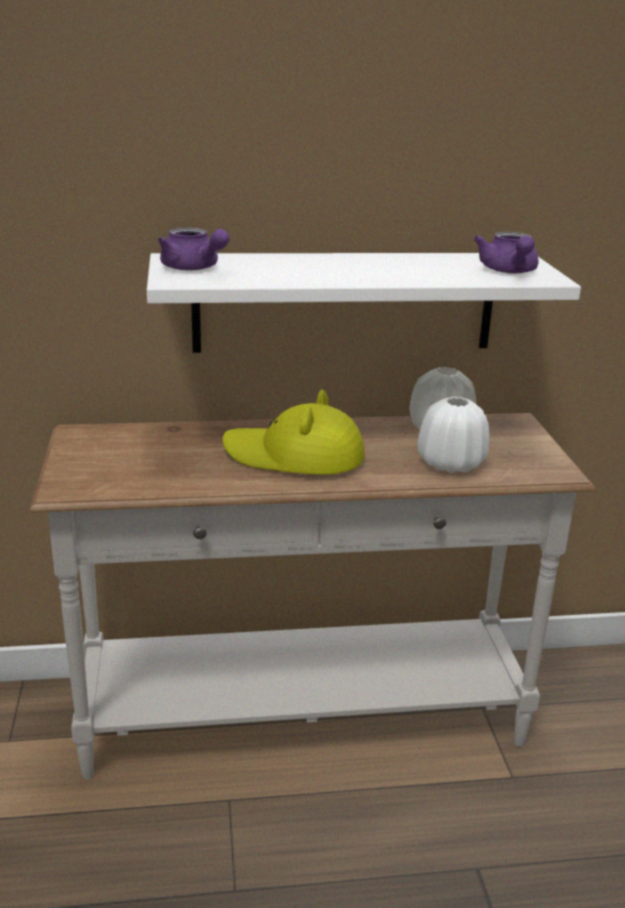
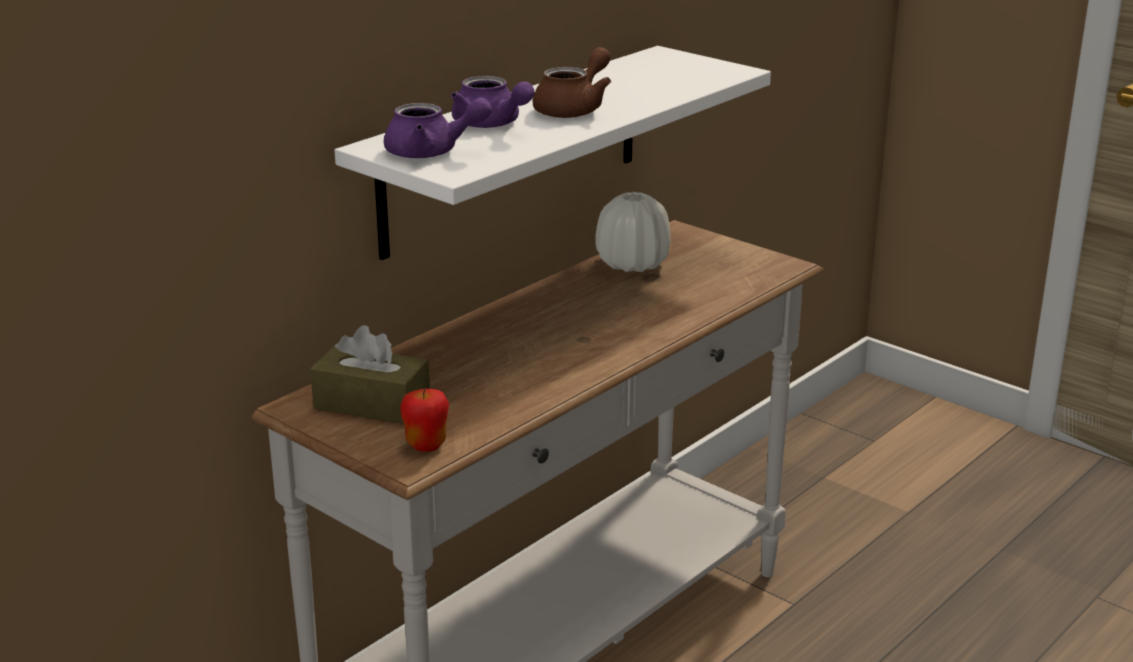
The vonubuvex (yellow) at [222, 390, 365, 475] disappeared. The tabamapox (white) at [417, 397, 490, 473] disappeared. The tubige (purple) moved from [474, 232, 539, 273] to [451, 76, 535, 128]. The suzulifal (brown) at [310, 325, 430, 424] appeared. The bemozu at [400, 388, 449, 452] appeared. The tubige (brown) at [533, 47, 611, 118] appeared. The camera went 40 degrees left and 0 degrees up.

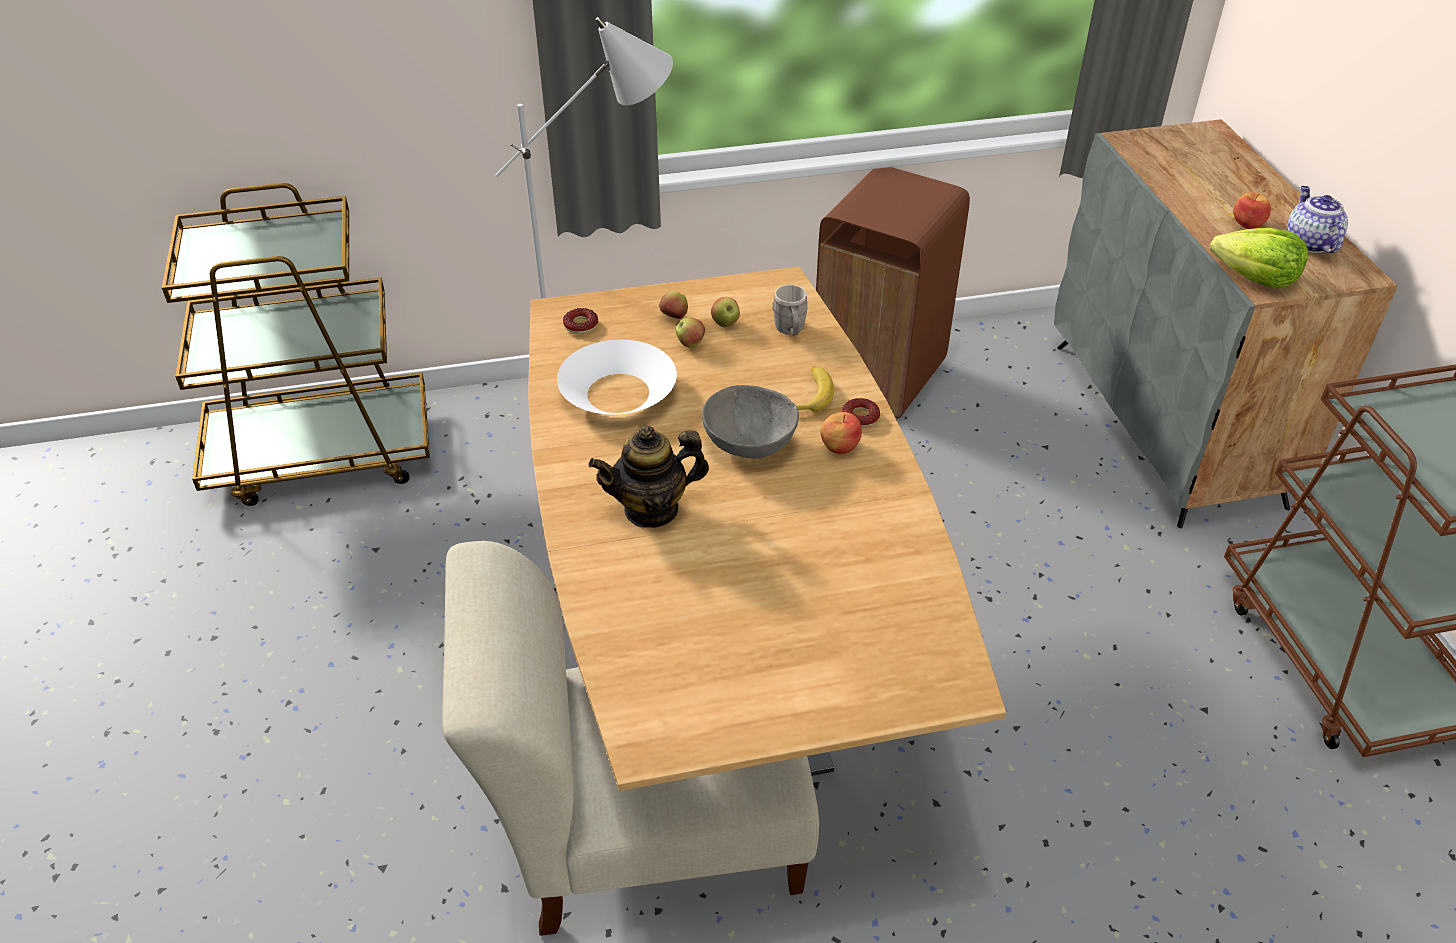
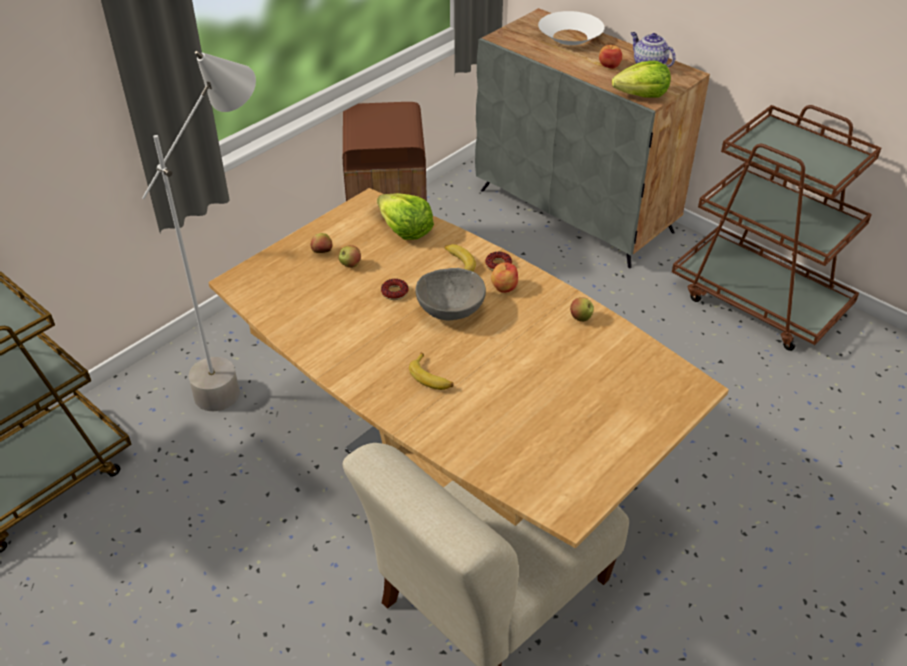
The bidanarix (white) moved from [557, 340, 677, 415] to [538, 11, 604, 45]. The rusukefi moved from [563, 308, 598, 334] to [381, 279, 409, 300]. The tubige at [588, 426, 709, 528] was replaced by the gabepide at [409, 353, 454, 390]. The bemozu moved from [711, 297, 740, 327] to [570, 297, 594, 322]. The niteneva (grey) at [772, 285, 807, 335] was replaced by the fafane at [377, 193, 434, 240]. The camera went 35 degrees left and 0 degrees up.

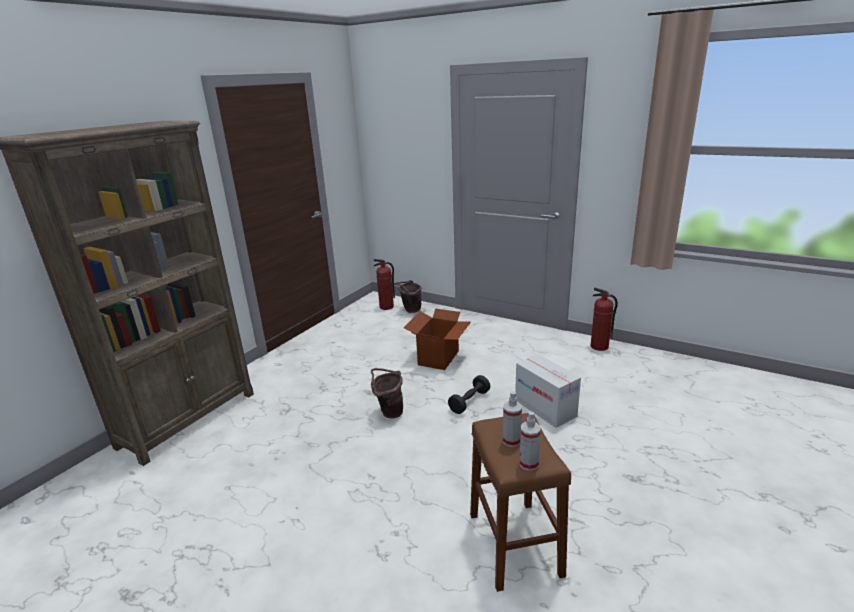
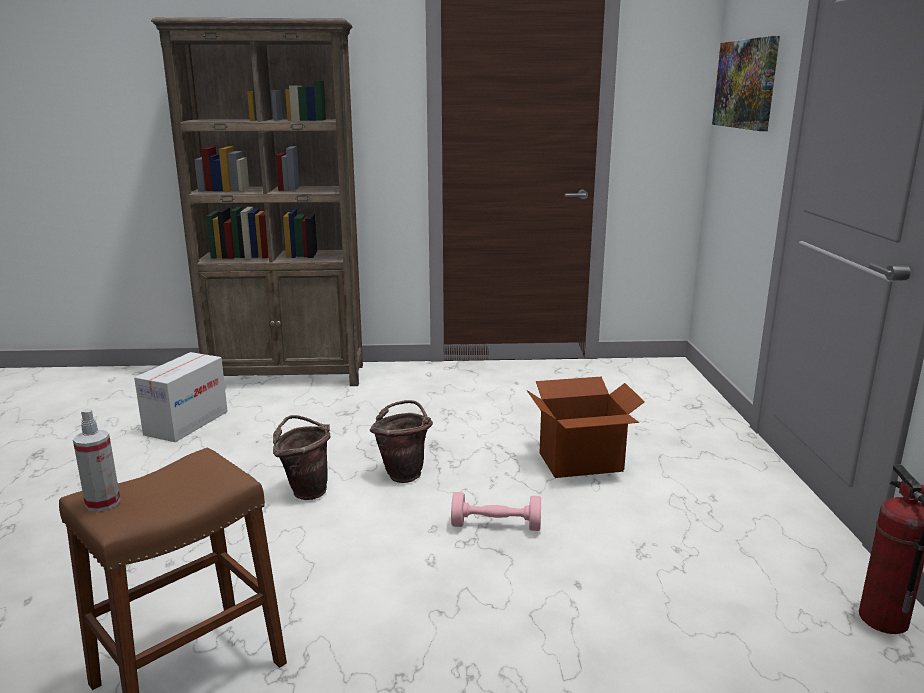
The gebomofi at [373, 259, 395, 310] disappeared. The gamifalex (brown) moved from [394, 280, 422, 313] to [273, 415, 330, 500]. The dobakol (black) at [448, 375, 490, 414] became the dobakol (pink) at [451, 492, 541, 531]. The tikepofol at [503, 391, 522, 447] disappeared. The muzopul moved from [515, 354, 581, 428] to [134, 352, 228, 442]. The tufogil at [712, 36, 780, 131] appeared. The camera went 55 degrees right and 5 degrees down.

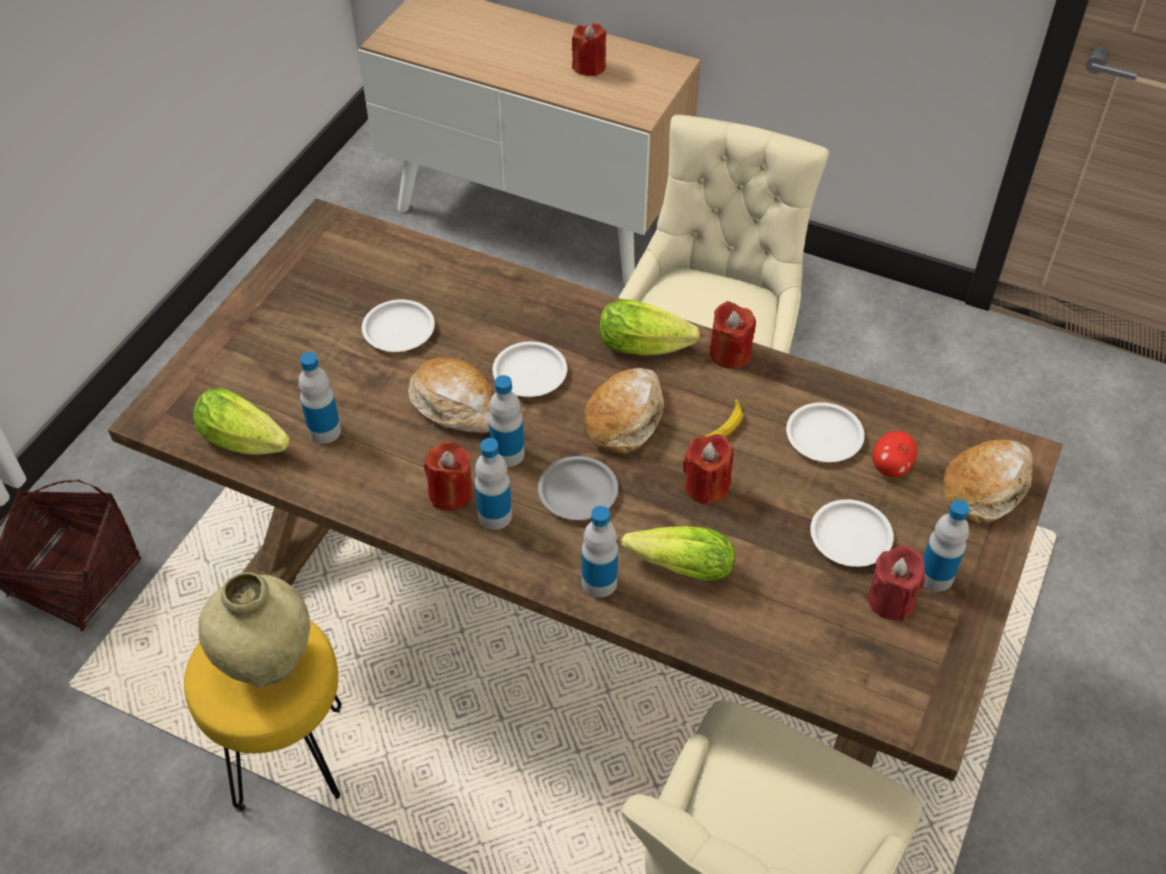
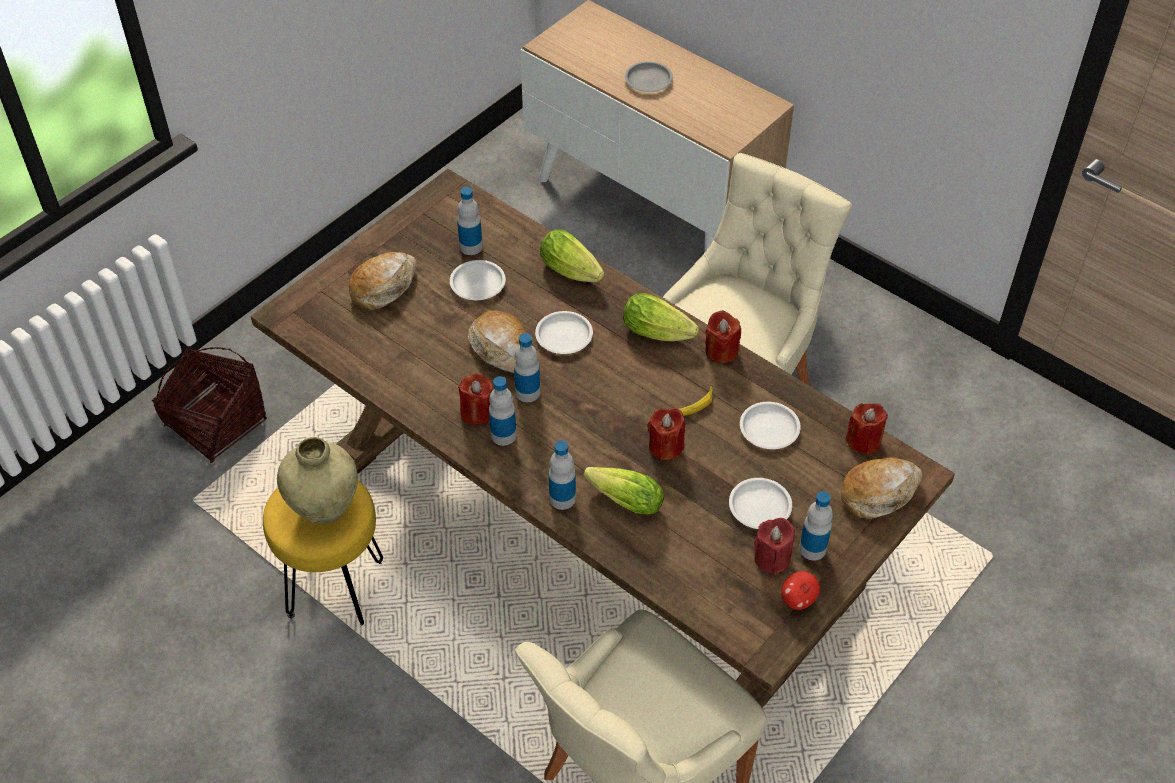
The fafane moved from [193, 388, 290, 455] to [540, 229, 604, 282]. The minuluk moved from [298, 352, 341, 444] to [457, 187, 483, 255]. The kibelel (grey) moved from [538, 456, 618, 520] to [625, 61, 673, 92]. The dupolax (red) moved from [572, 23, 606, 76] to [845, 403, 888, 455]. The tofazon moved from [584, 368, 664, 455] to [349, 252, 417, 310]. The bemozu moved from [872, 431, 917, 478] to [781, 571, 820, 610]. The camera went 15 degrees right and 0 degrees up.

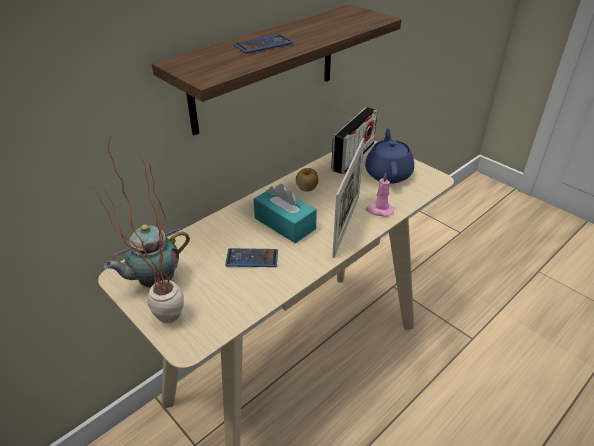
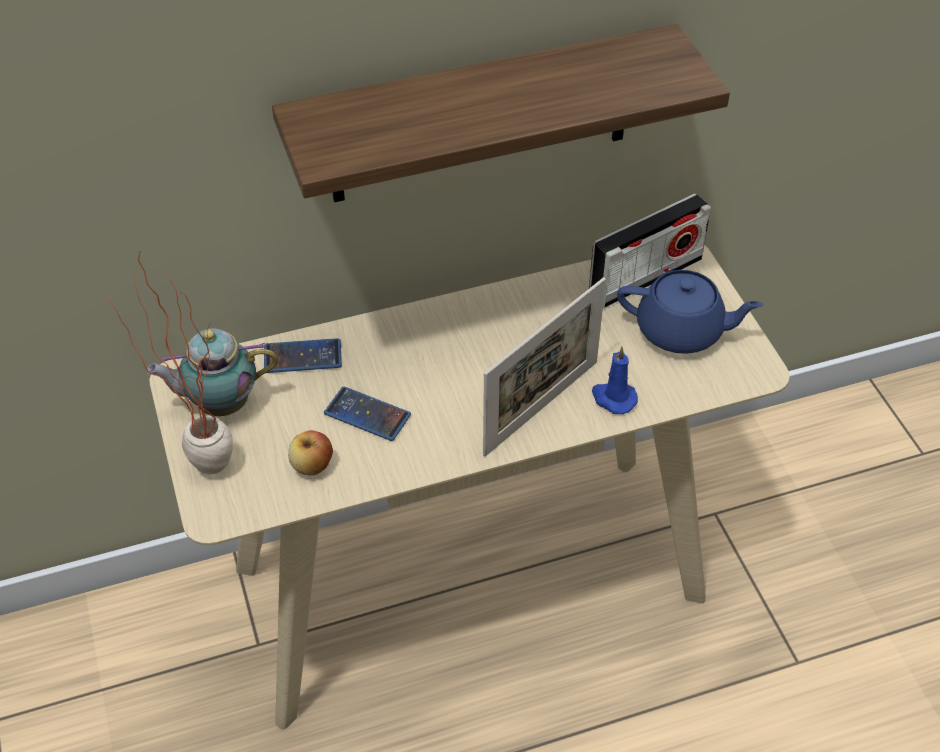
The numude moved from [233, 34, 293, 53] to [264, 338, 342, 373]. The suzulifal (turquoise) at [253, 184, 317, 243] disappeared. The bemozu moved from [296, 168, 318, 192] to [288, 430, 333, 476]. The tubige (blue) at [365, 128, 414, 184] turned 75 degrees clockwise. The dupolax (pink) at [366, 173, 394, 217] became the dupolax (blue) at [592, 346, 638, 414]. The camera went 25 degrees right and 10 degrees up.

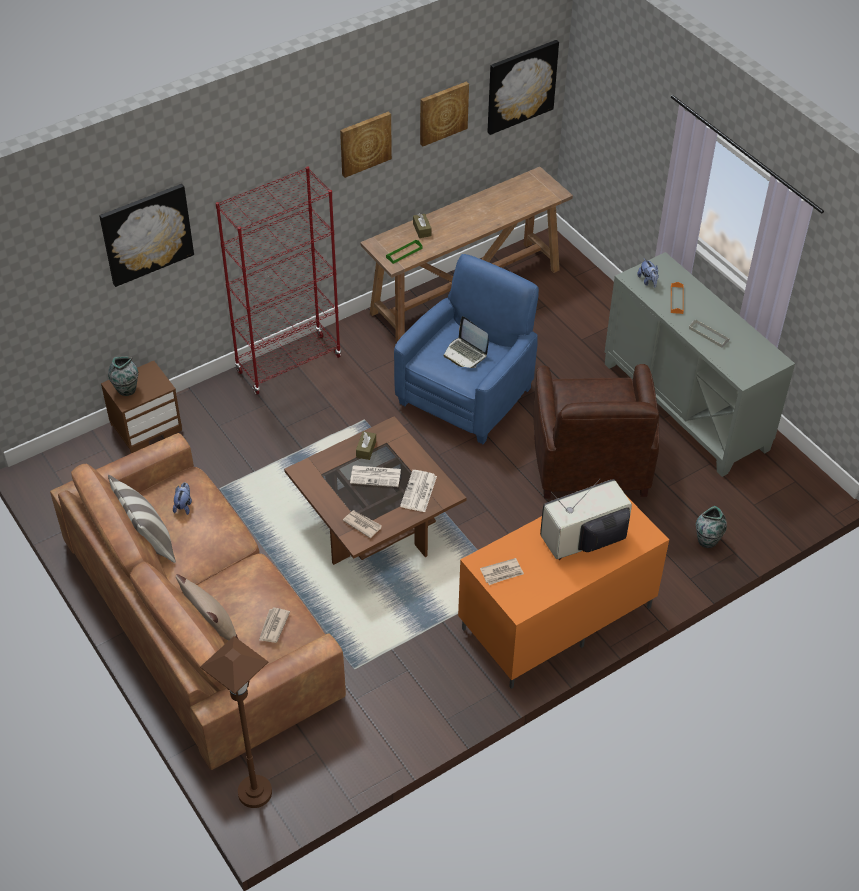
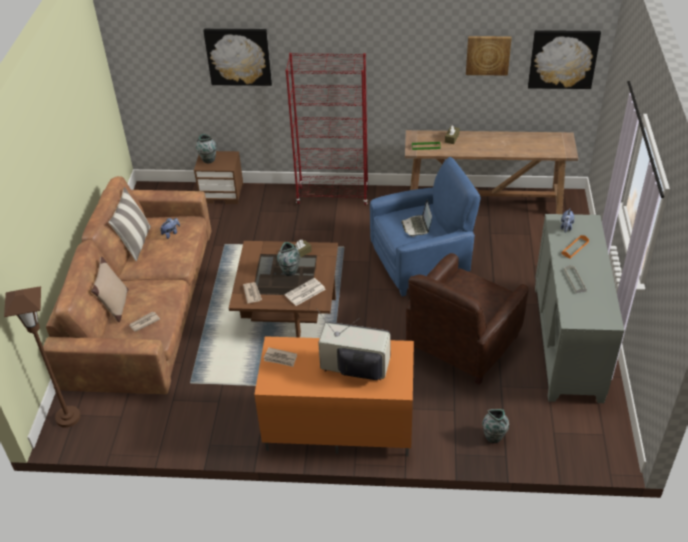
The tufogil at [340, 111, 392, 178] disappeared. The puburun at [350, 465, 401, 487] was replaced by the tabamapox at [277, 242, 300, 276]. The camera went 40 degrees right and 5 degrees down.

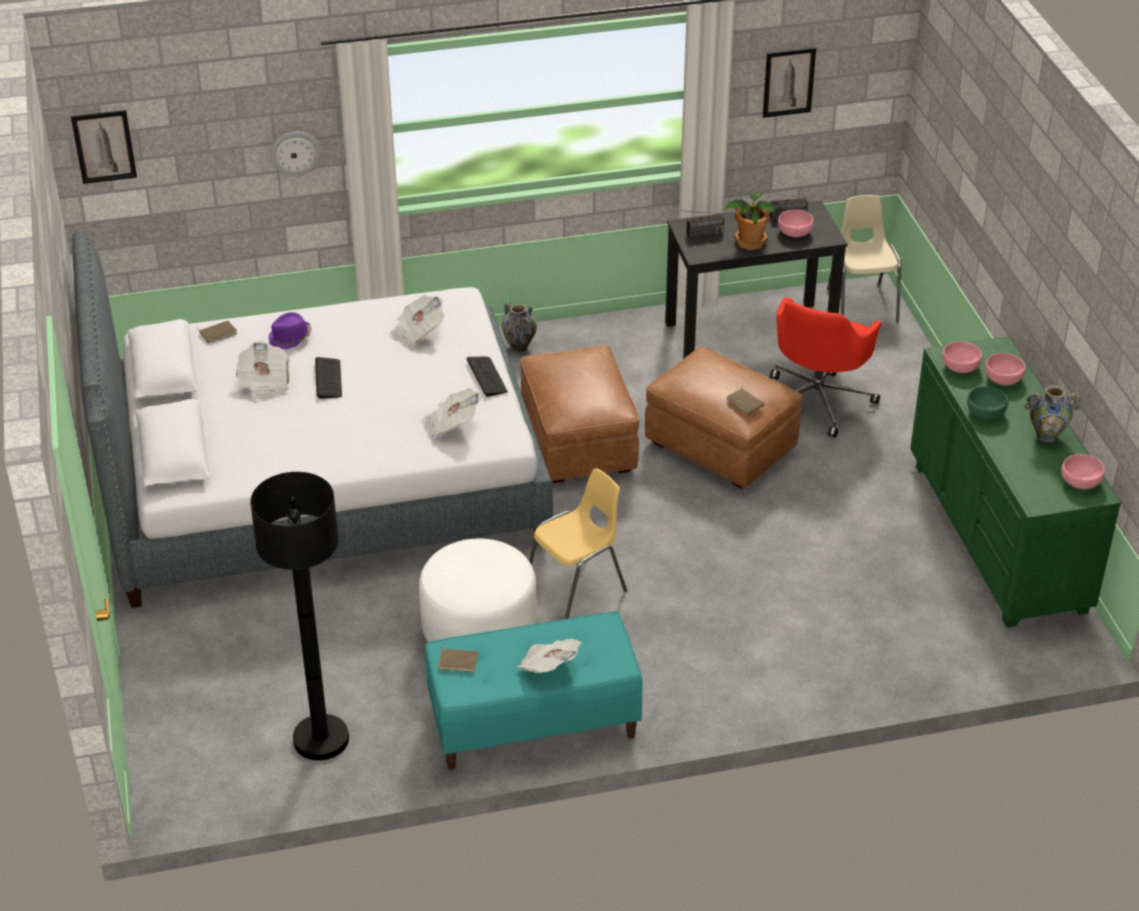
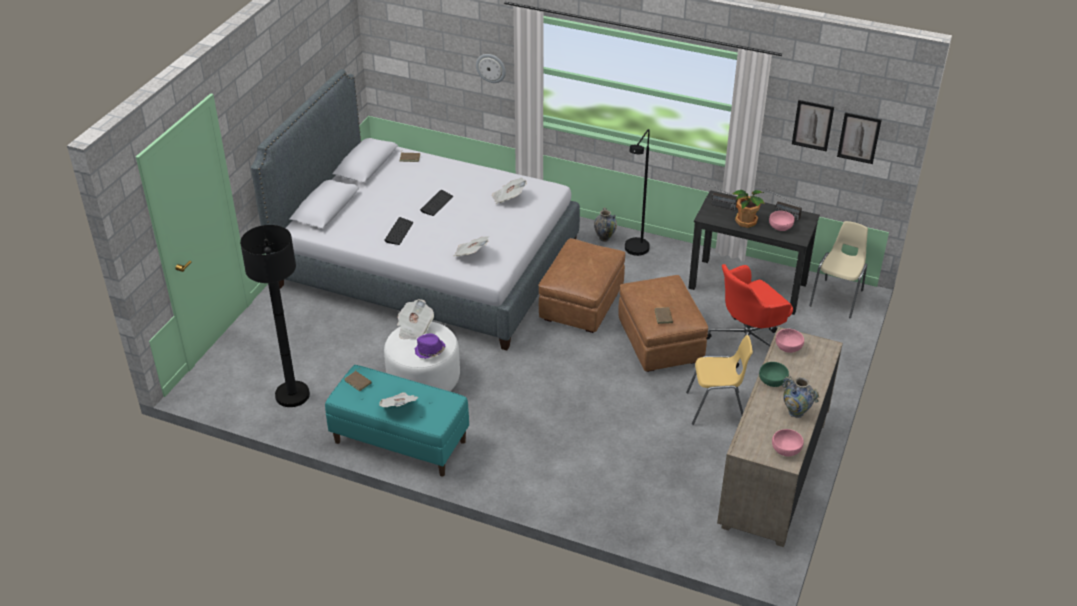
The tufogil moved from [71, 110, 137, 184] to [837, 112, 882, 164]. The puburun moved from [236, 341, 290, 402] to [397, 299, 434, 339]. The vonubuvex (purple) moved from [268, 312, 311, 349] to [415, 334, 445, 359]. The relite moved from [466, 357, 508, 397] to [384, 217, 413, 245]. The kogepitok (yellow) moved from [529, 468, 627, 619] to [686, 335, 753, 425]. The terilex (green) at [910, 336, 1121, 627] became the terilex (beige) at [717, 327, 843, 547]. The bidanarix (pink) at [985, 353, 1026, 385] disappeared. The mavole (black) at [625, 129, 650, 256] appeared. The camera went 35 degrees right and 0 degrees up.

